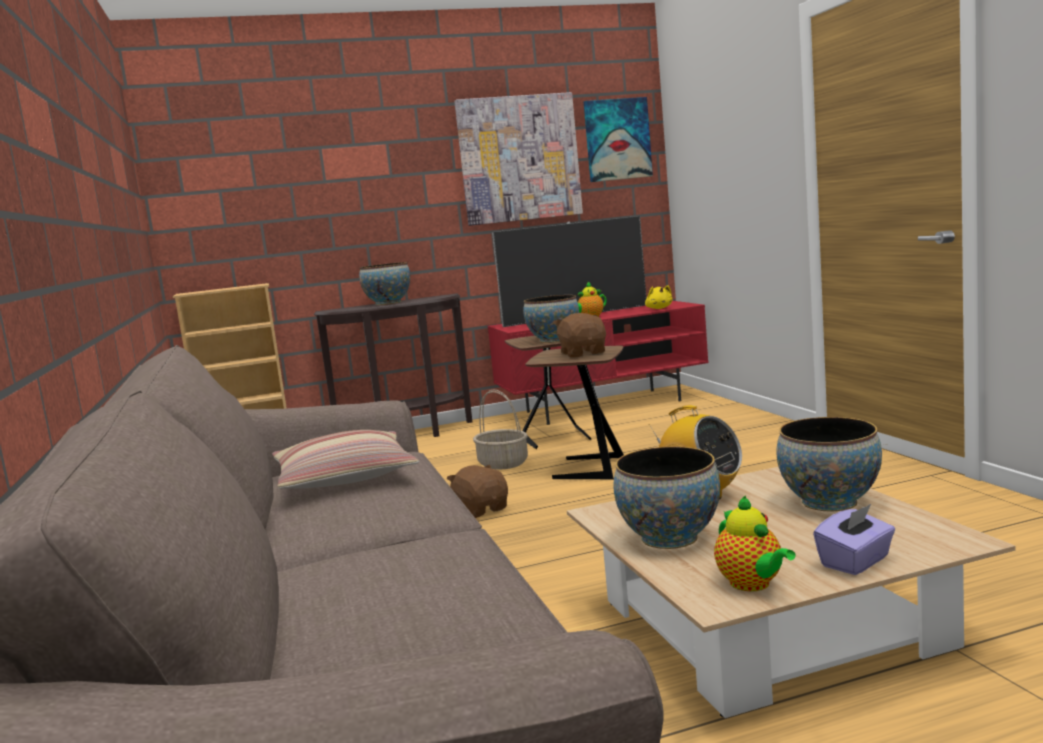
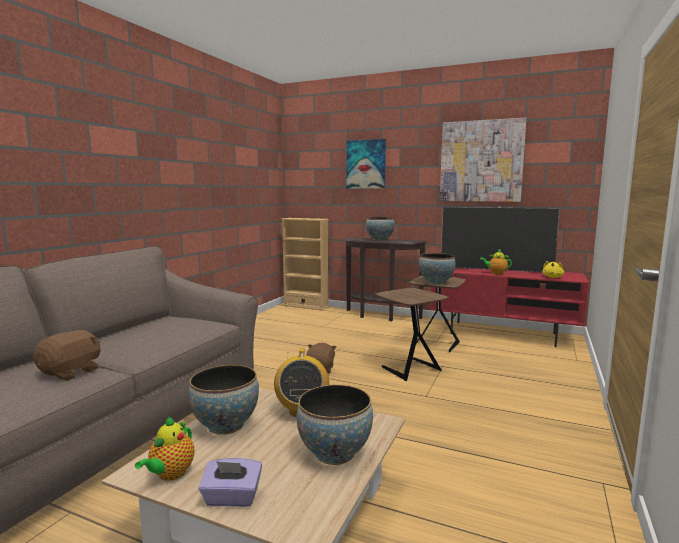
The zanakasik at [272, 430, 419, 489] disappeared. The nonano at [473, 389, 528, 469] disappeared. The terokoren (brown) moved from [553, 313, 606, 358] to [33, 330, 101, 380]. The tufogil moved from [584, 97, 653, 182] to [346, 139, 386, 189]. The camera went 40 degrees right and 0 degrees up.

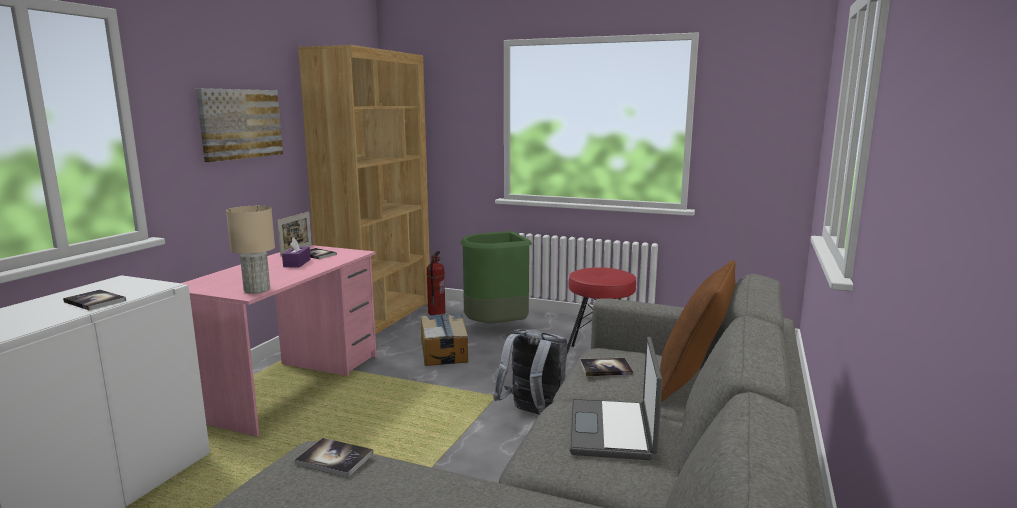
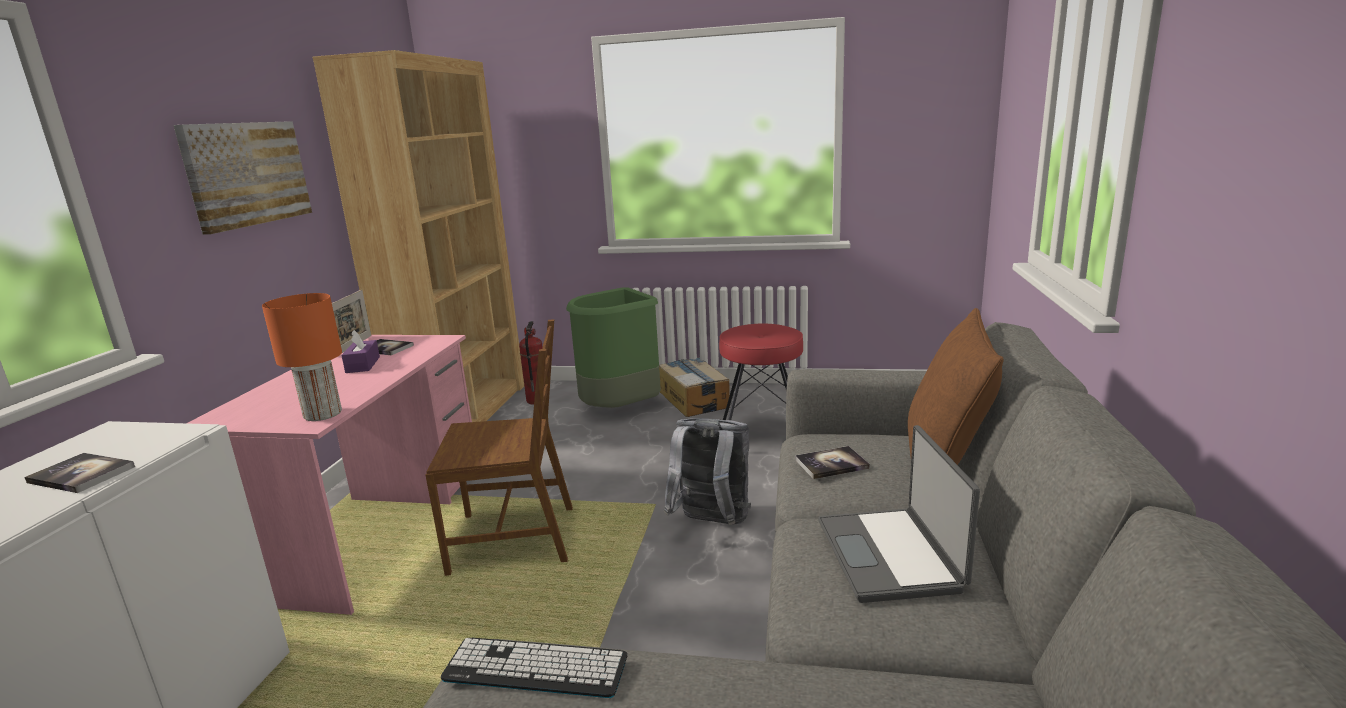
The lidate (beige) at [226, 206, 275, 294] became the lidate (orange) at [262, 293, 342, 421]. The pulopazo at [295, 438, 373, 478] was replaced by the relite at [441, 638, 627, 698]. The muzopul moved from [421, 314, 468, 366] to [659, 357, 730, 417]. The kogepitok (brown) at [426, 319, 573, 576] appeared. The camera went 10 degrees left and 5 degrees up.

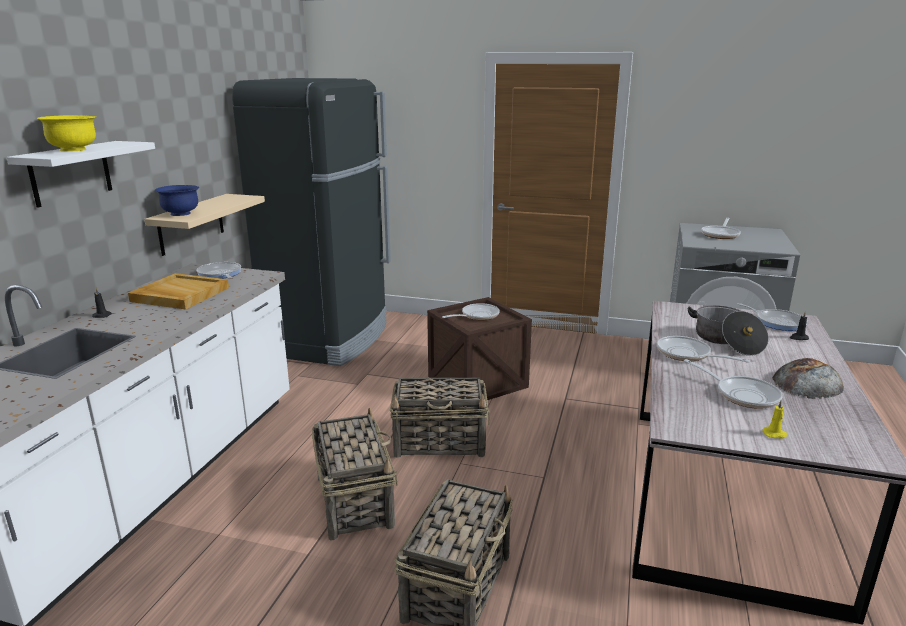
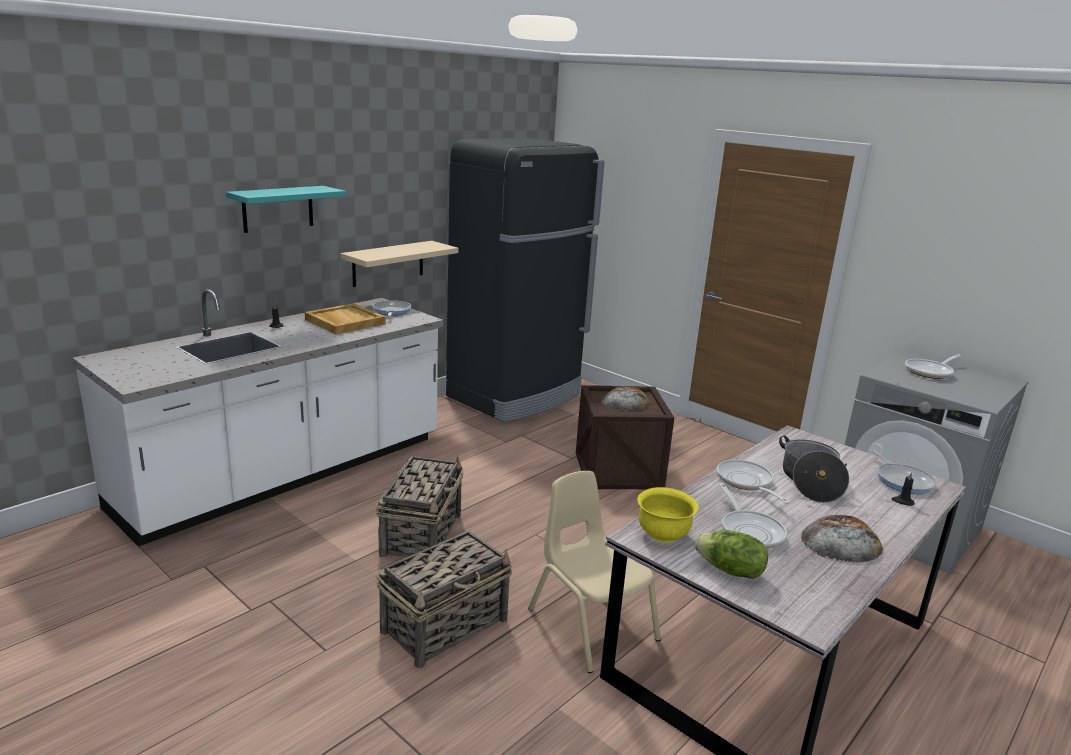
The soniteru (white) at [7, 141, 155, 208] became the soniteru (turquoise) at [226, 186, 346, 233]. The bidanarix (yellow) moved from [37, 115, 96, 152] to [637, 487, 699, 543]. The bidanarix (blue) at [155, 185, 199, 216] disappeared. The nonano at [390, 378, 490, 458] disappeared. The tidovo at [442, 303, 500, 320] was replaced by the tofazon at [601, 386, 650, 411]. The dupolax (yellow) at [762, 401, 788, 439] was replaced by the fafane at [695, 530, 768, 579]. The kogepitok (beige) at [528, 471, 661, 673] appeared. The camera went 25 degrees right and 0 degrees up.

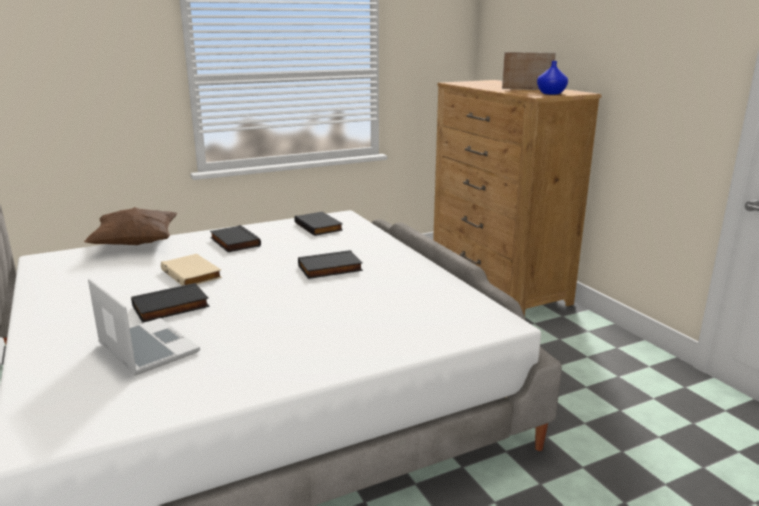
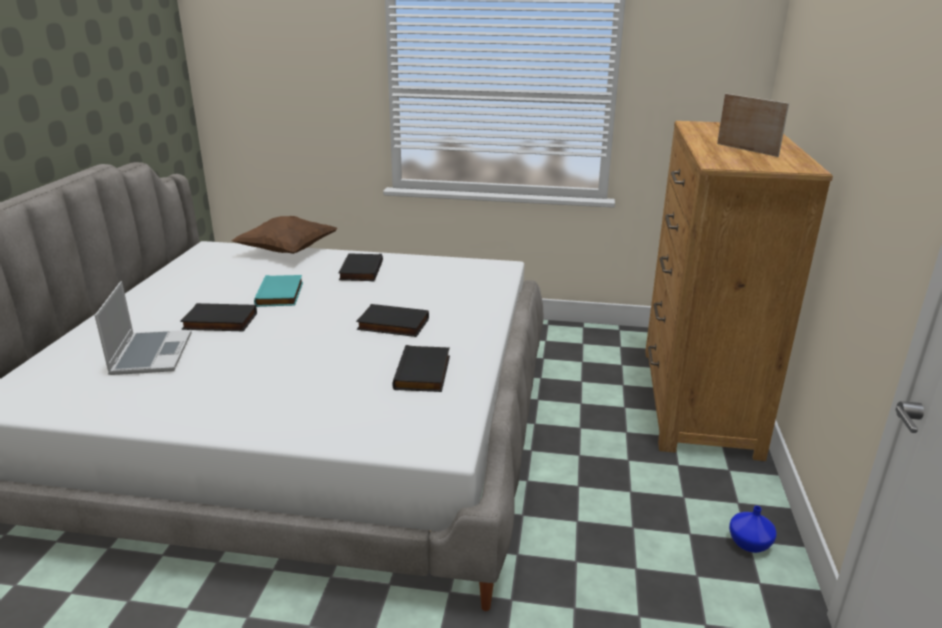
The pulopazo (beige) at [161, 254, 222, 286] became the pulopazo (turquoise) at [254, 275, 303, 307]. The pulopazo (black) moved from [294, 212, 343, 236] to [392, 345, 450, 392]. The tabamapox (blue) moved from [537, 61, 568, 95] to [729, 506, 777, 553]. The camera went 35 degrees right and 5 degrees up.

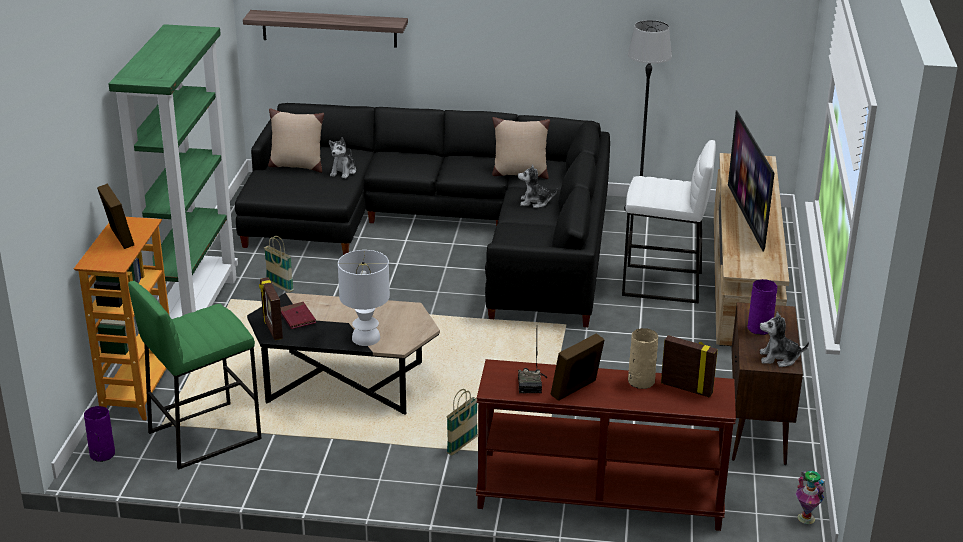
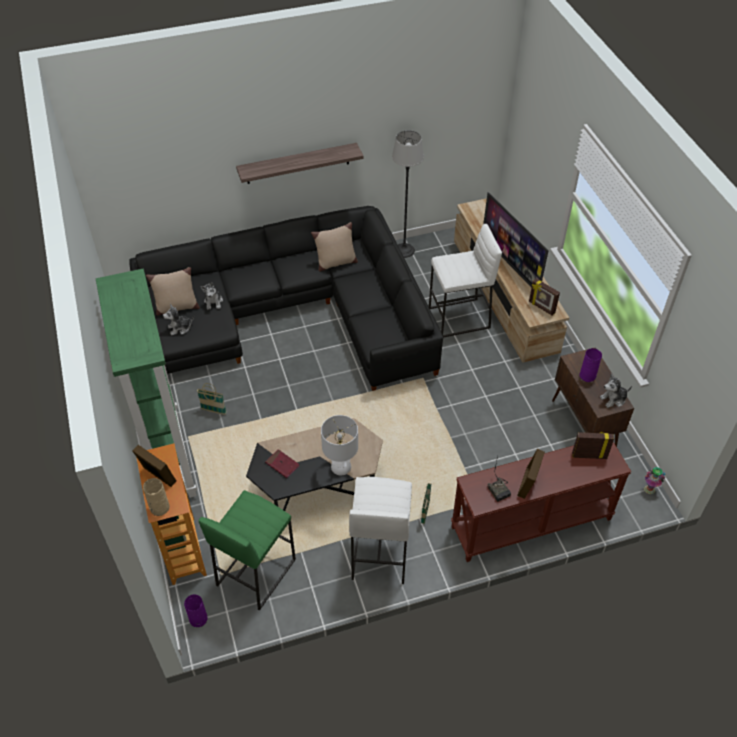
The soniteru moved from [243, 10, 408, 47] to [236, 143, 364, 184]. The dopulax moved from [259, 277, 283, 340] to [529, 279, 560, 316]. The terokoren moved from [518, 164, 557, 208] to [163, 304, 194, 335]. The tabamapox (beige) moved from [628, 328, 658, 389] to [143, 478, 170, 516]. The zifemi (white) at [349, 477, 412, 584] appeared. The camera went 25 degrees left and 20 degrees up.

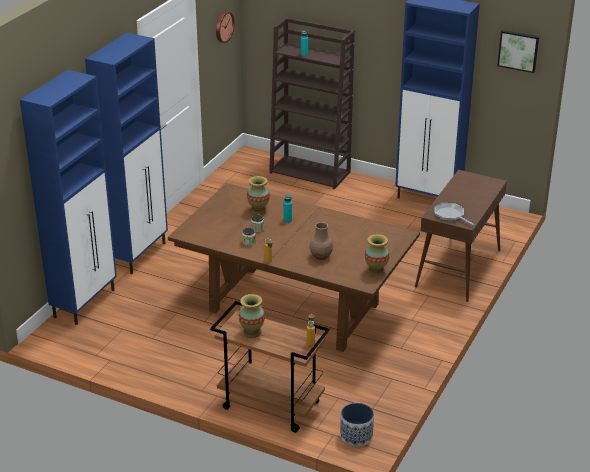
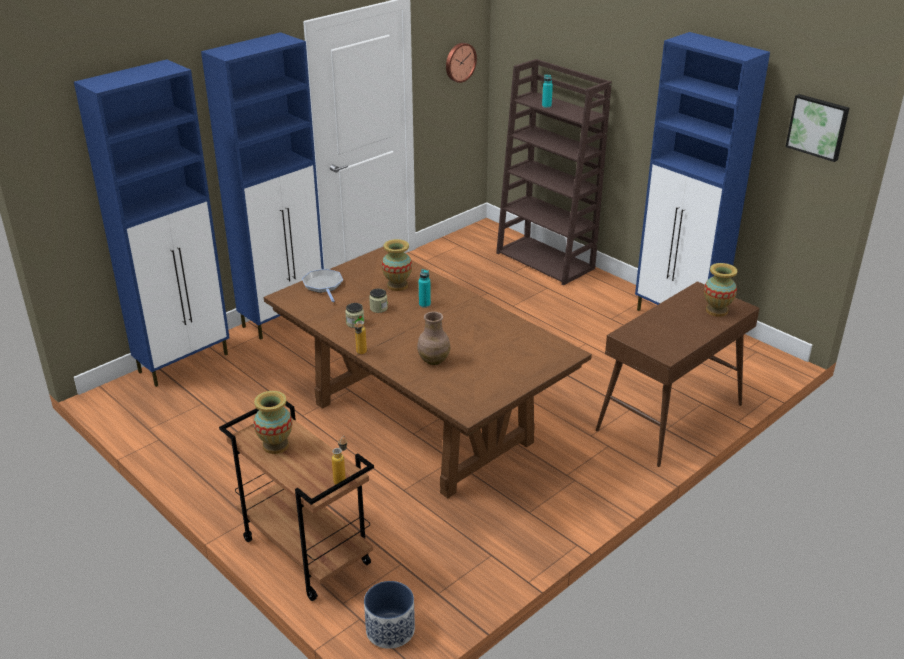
The tabamapox moved from [365, 234, 389, 276] to [704, 263, 737, 317]. The tidovo moved from [434, 203, 475, 225] to [302, 269, 343, 302]. The camera went 20 degrees right and 0 degrees up.

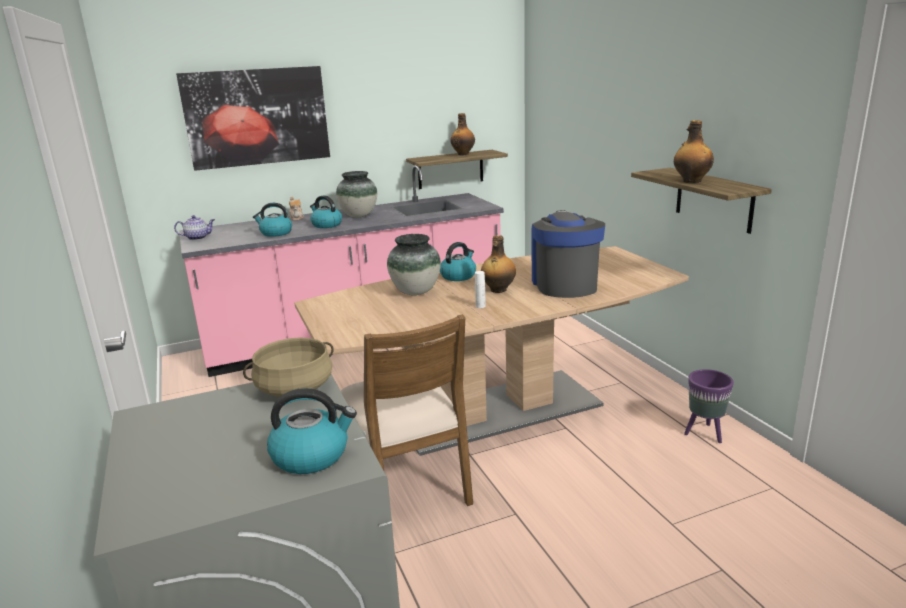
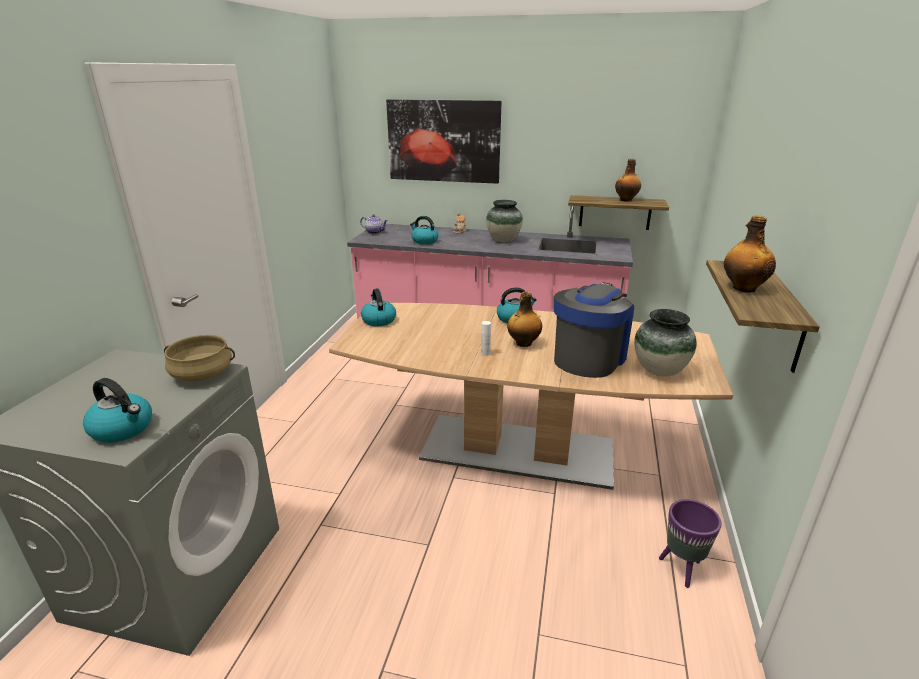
The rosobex moved from [310, 195, 342, 228] to [361, 288, 396, 326]. The kogepitok (brown) at [341, 314, 473, 506] disappeared. The tabamapox moved from [387, 234, 441, 295] to [634, 309, 697, 376]. The camera went 35 degrees right and 5 degrees up.

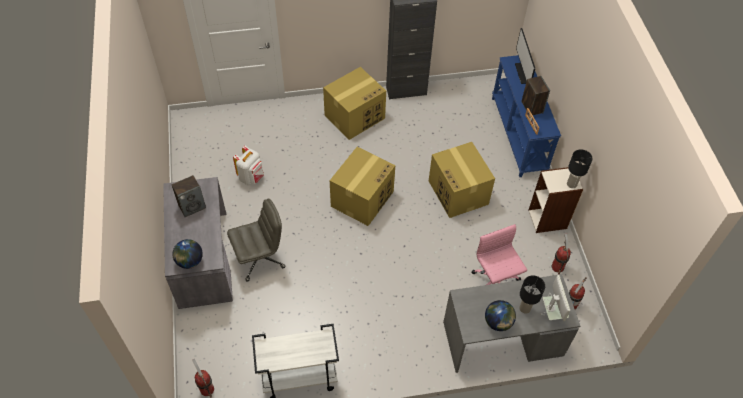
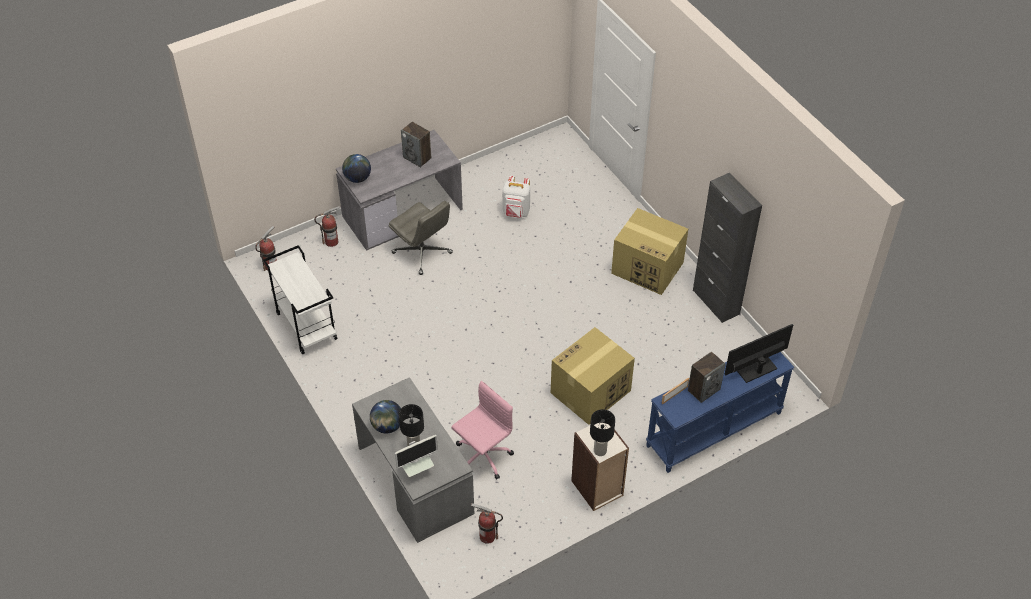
The muzopul at [330, 147, 395, 226] disappeared. The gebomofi moved from [552, 233, 571, 274] to [314, 206, 340, 247]. The camera went 70 degrees right and 5 degrees down.

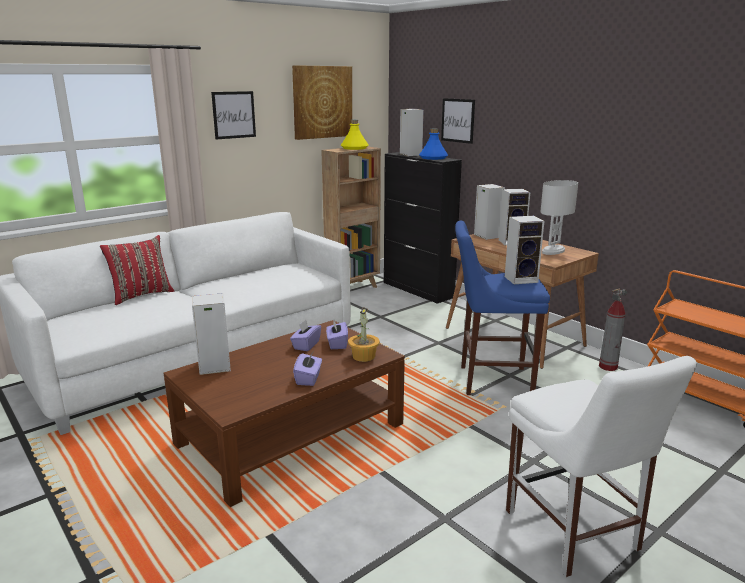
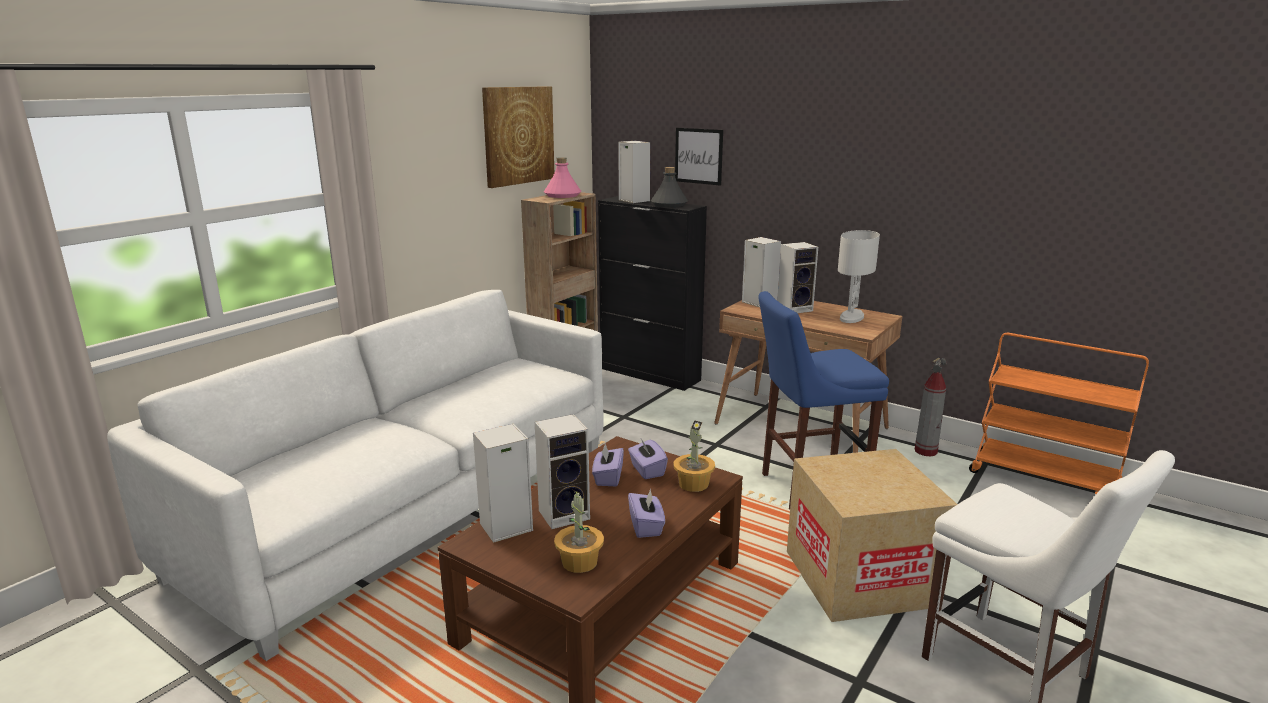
The zanakasik (red) at [100, 235, 174, 305] disappeared. The tufogil at [211, 91, 256, 140] disappeared. The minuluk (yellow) at [341, 120, 369, 150] became the minuluk (pink) at [544, 157, 582, 198]. The minuluk (blue) at [419, 129, 448, 160] became the minuluk (grey) at [651, 167, 688, 207]. The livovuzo moved from [505, 216, 544, 284] to [535, 414, 590, 529]. The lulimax at [554, 490, 604, 573] appeared. The muzopul at [787, 449, 957, 622] appeared. The camera went 15 degrees left and 0 degrees up.

